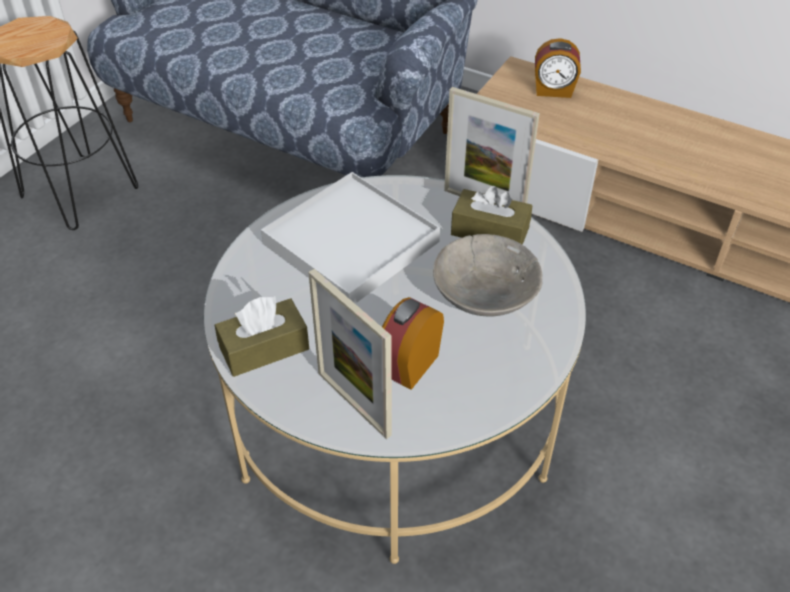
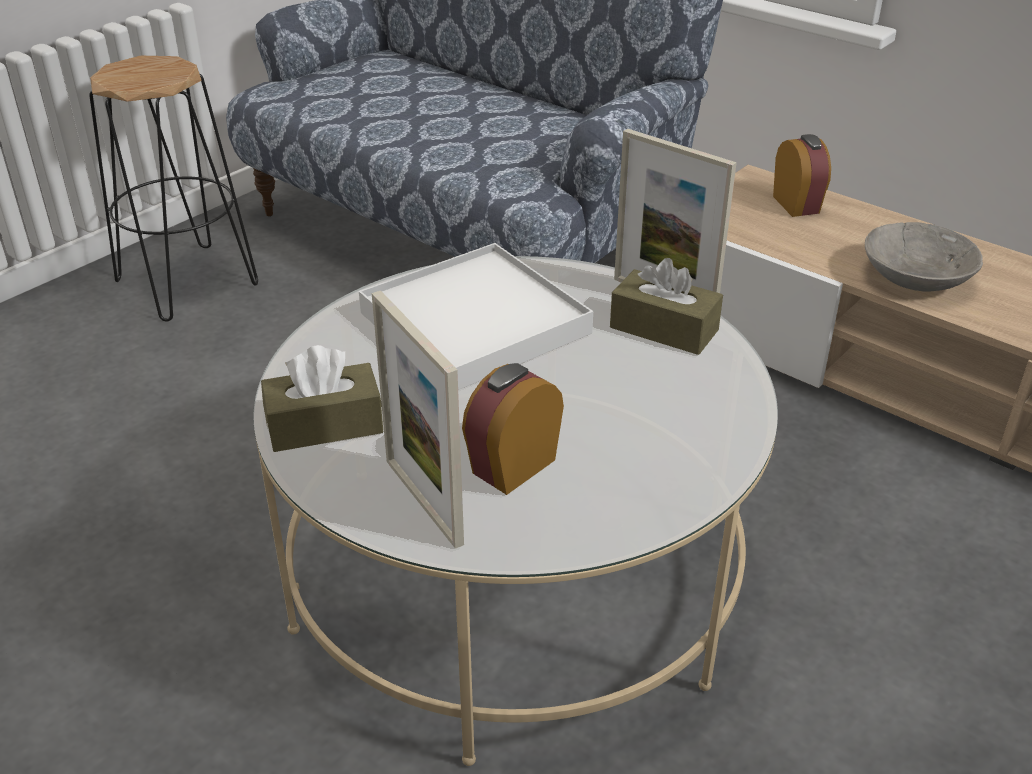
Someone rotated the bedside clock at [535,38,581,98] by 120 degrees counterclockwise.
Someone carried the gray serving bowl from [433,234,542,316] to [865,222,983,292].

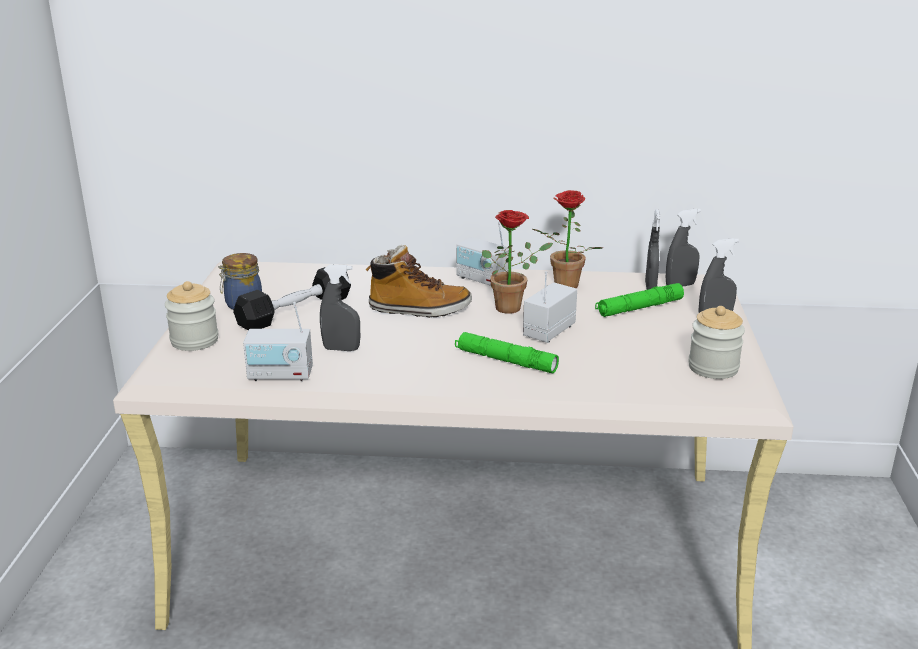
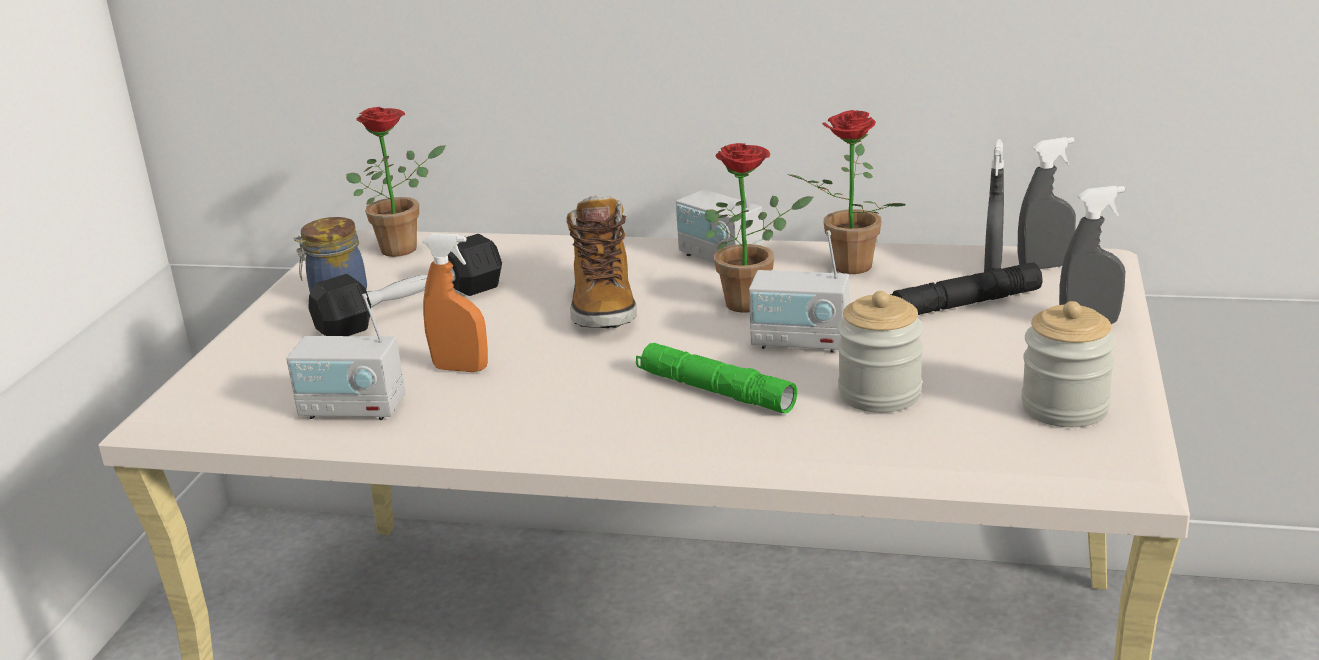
Someone put down the plant in a pot at [346,107,446,257].
Someone repainted the gray hand sprayer at [320,264,360,351], which became the orangey hand sprayer at [423,233,488,372].
Someone rotated the boot at [366,245,472,318] by 75 degrees clockwise.
Someone rotated the radio at [523,271,577,343] by 120 degrees counterclockwise.
Someone carried the storage jar from [165,281,218,351] to [837,291,924,413].
Someone repainted the green-coloured hand torch at [595,283,684,317], which became the blackish hand torch at [890,263,1043,315].

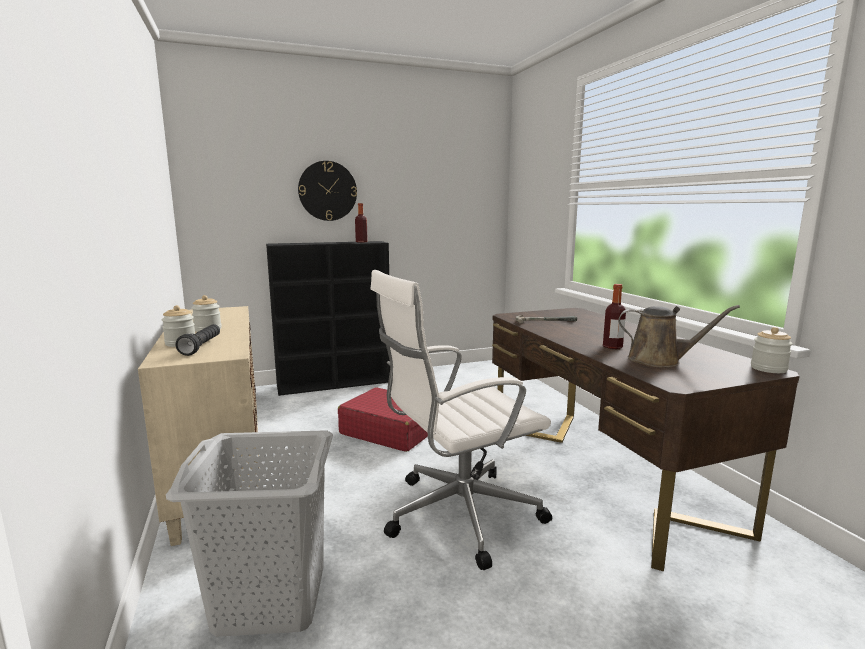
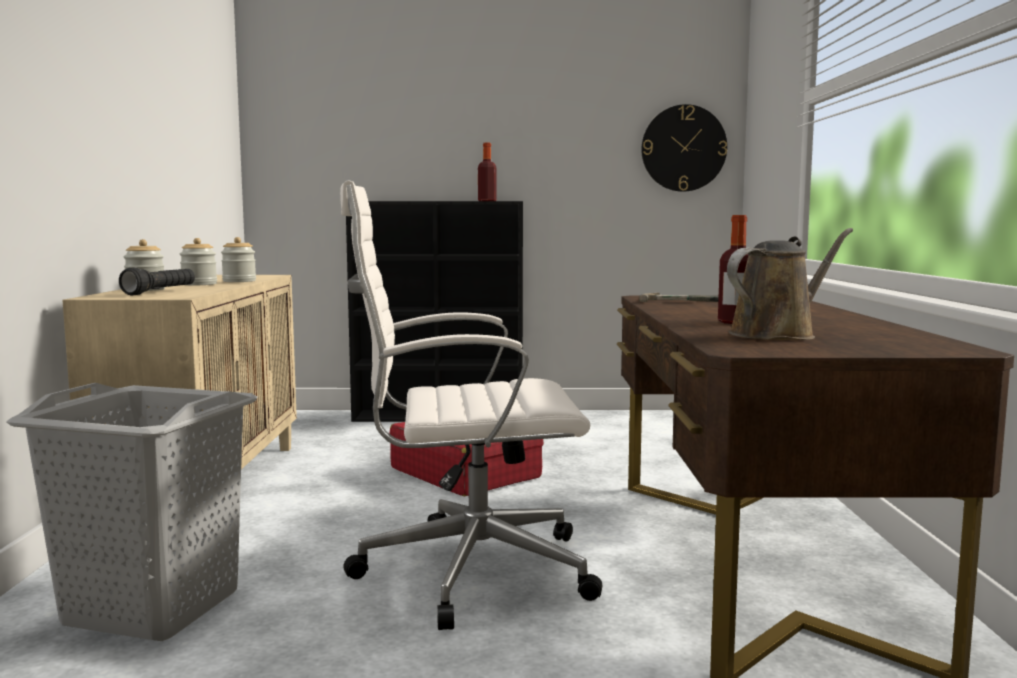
Someone carried the storage jar from [751,327,793,373] to [221,237,256,282].
Someone carried the wall clock from [298,161,357,221] to [641,104,727,192].
Someone rotated the brown sprinkling can at [618,305,740,368] by 75 degrees counterclockwise.

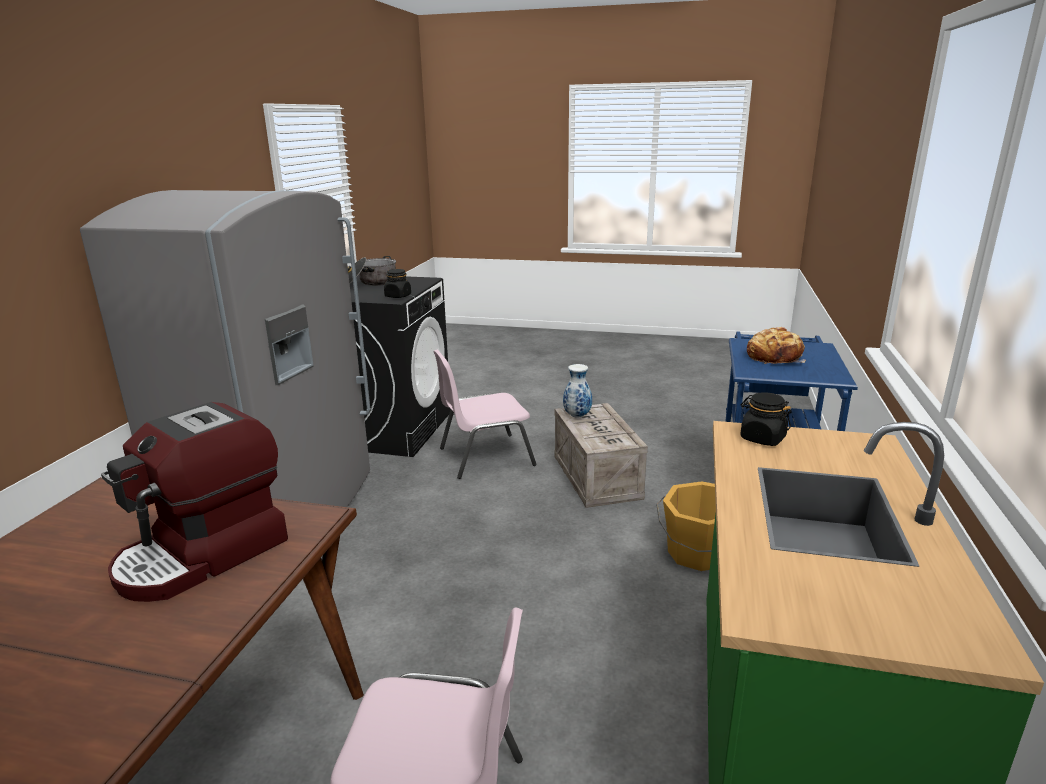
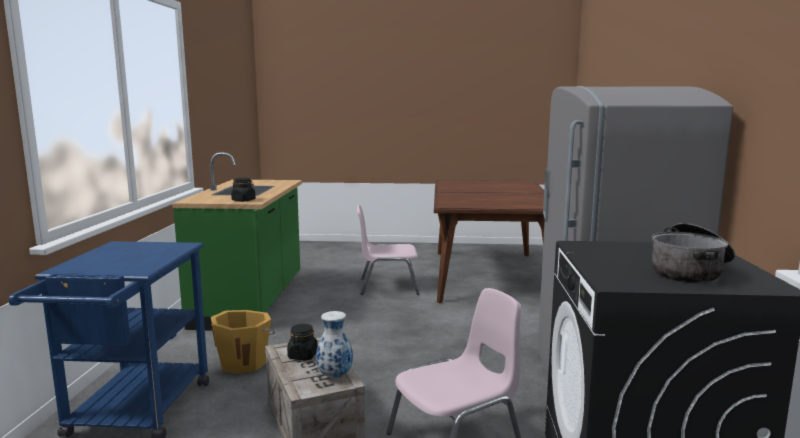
Someone carried the blackish storage jar from [384,269,411,298] to [287,324,318,360].
Someone took away the coffee machine at [101,402,288,602].
Someone took away the bread at [747,327,806,364].

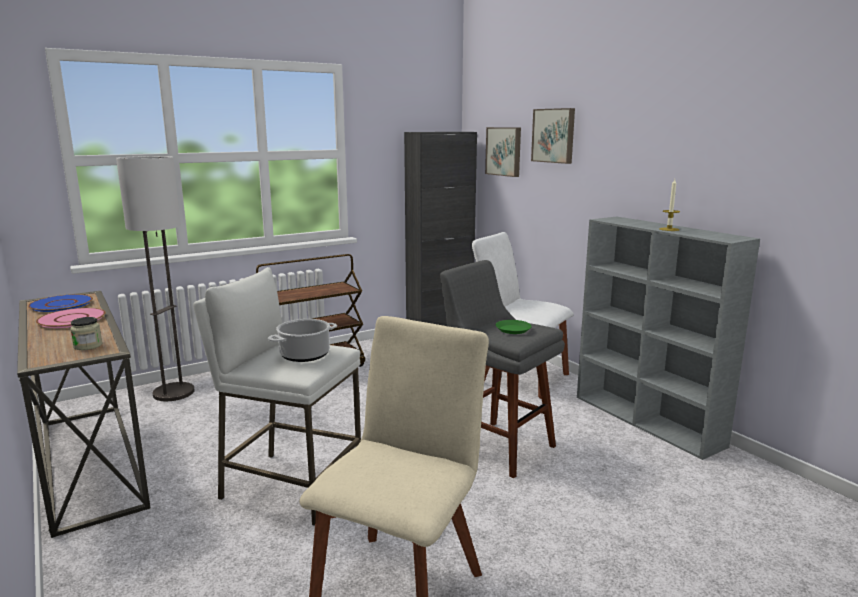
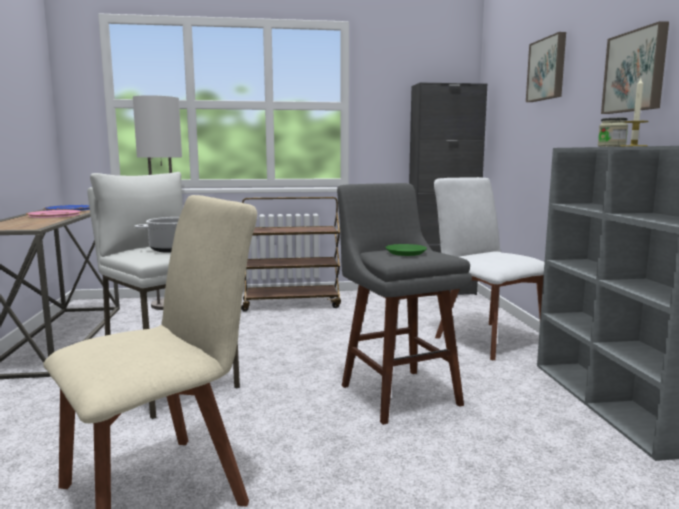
Someone carried the storage jar from [70,317,102,350] to [598,118,628,147].
Someone carried the wall art from [485,127,521,177] to [601,21,669,114].

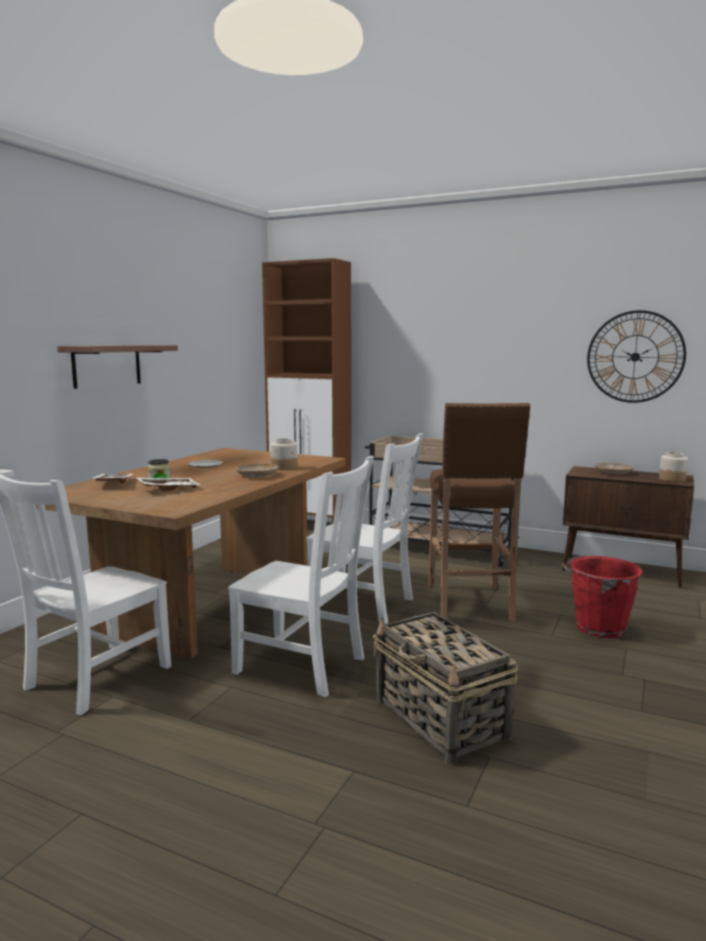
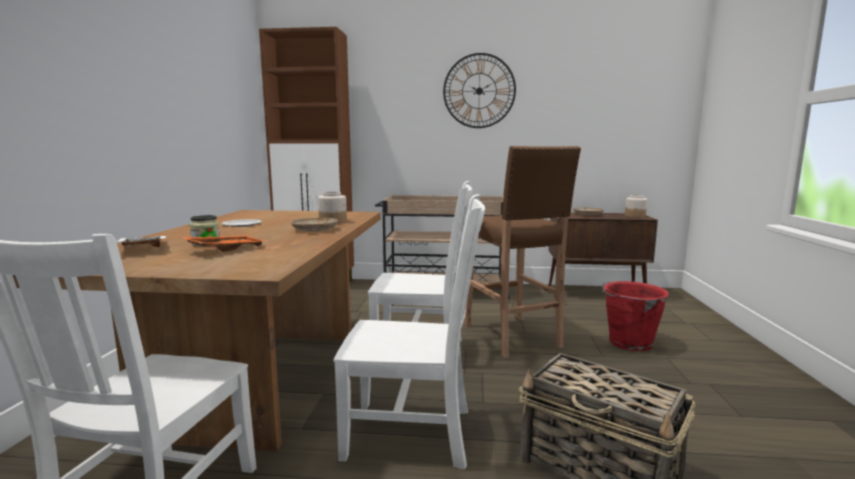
Someone repainted the whitish tray at [135,477,200,491], which became the orangey tray at [181,236,265,251].
Someone carried the wall clock from [587,310,686,403] to [443,53,516,128].
Someone took away the wall shelf at [57,345,178,389].

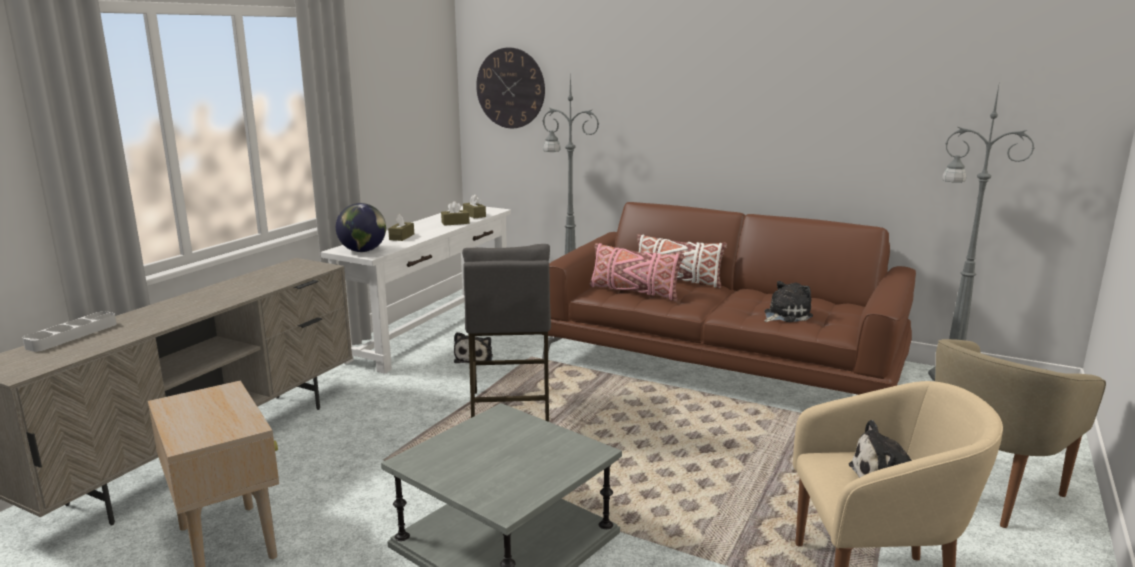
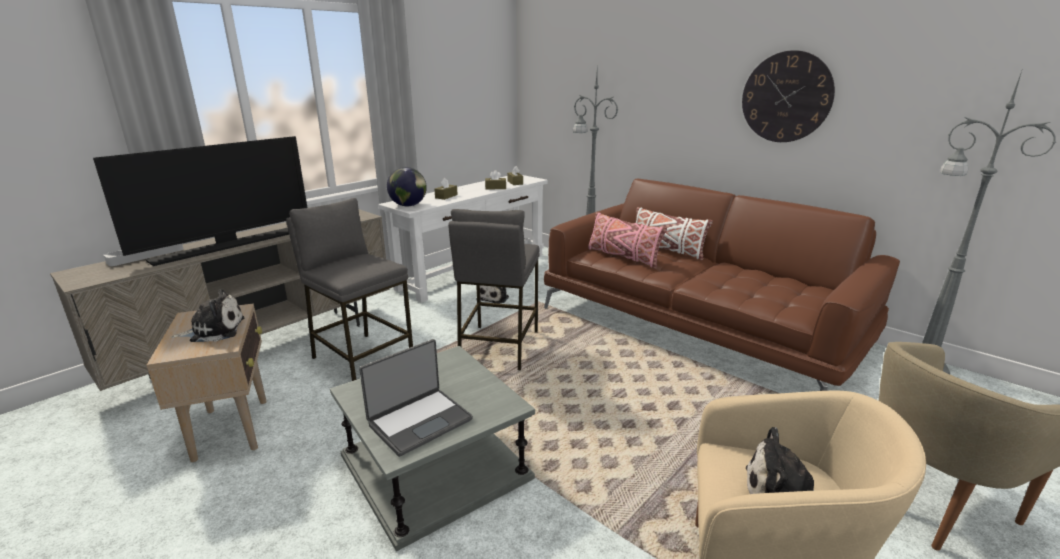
Someone put down the TV set at [93,136,307,266].
Someone carried the cuddly toy from [764,281,813,322] to [171,289,245,342].
Someone put down the gray stool at [286,198,413,381].
Someone put down the notebook computer at [359,339,473,457].
Someone carried the wall clock from [476,48,545,128] to [742,50,835,142].

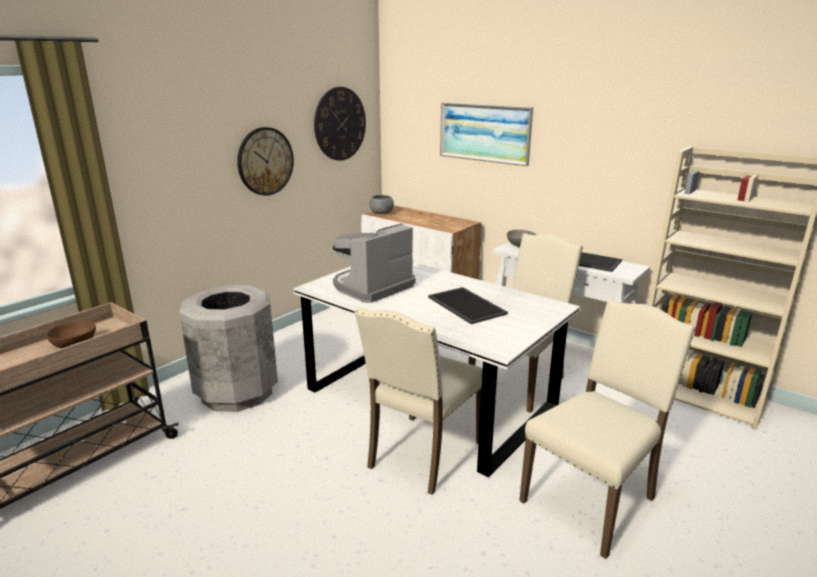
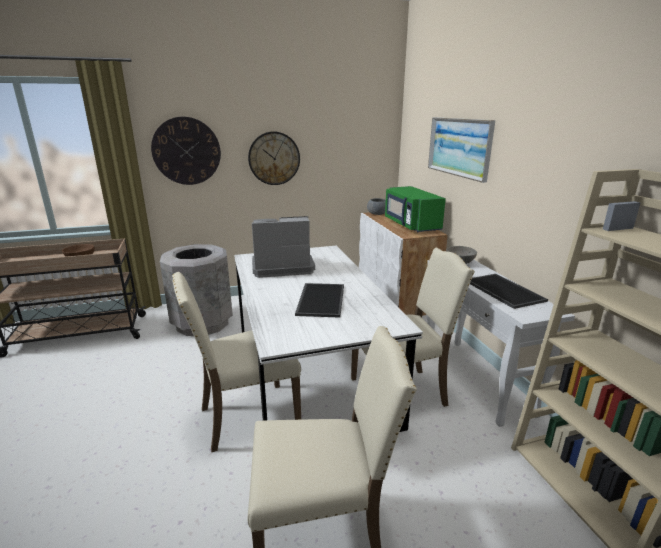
Someone carried the wall clock from [314,87,366,161] to [151,117,221,185].
Someone put down the green-coloured microwave at [385,186,446,232].

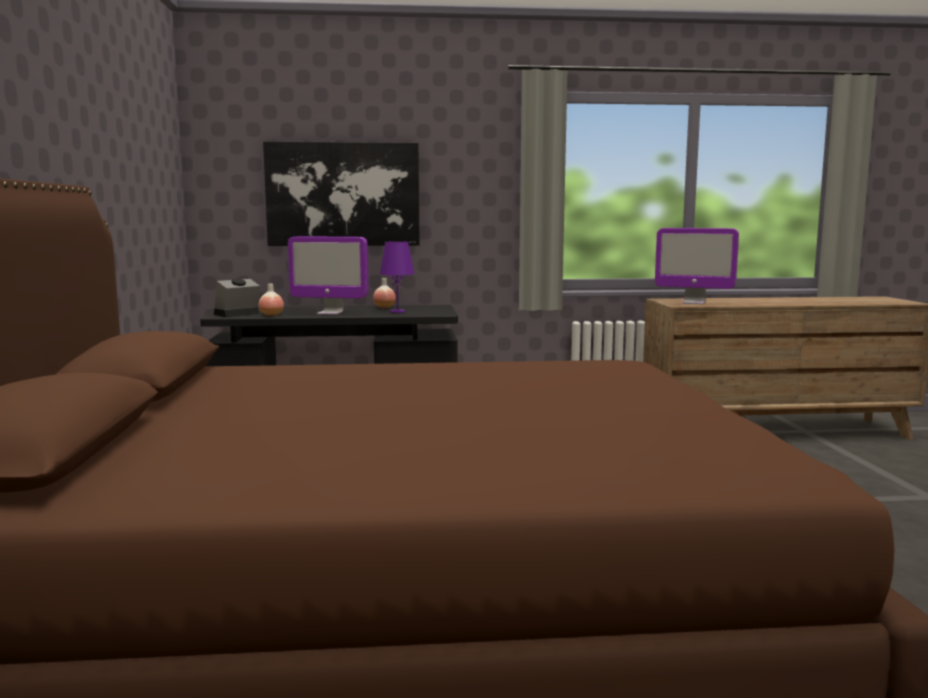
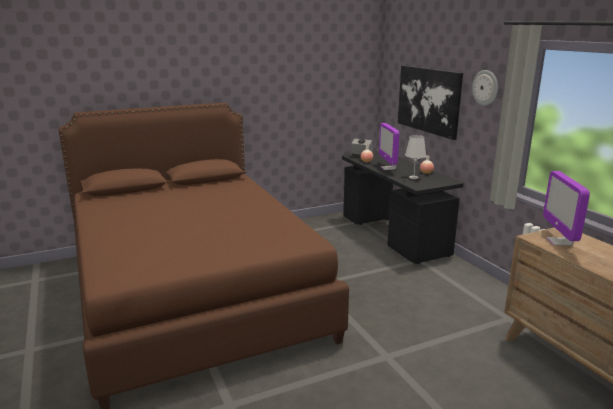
Someone repainted the purplish tabletop lamp at [380,242,414,313], which became the whitish tabletop lamp at [405,135,426,179].
Someone put up the wall clock at [472,70,498,106].

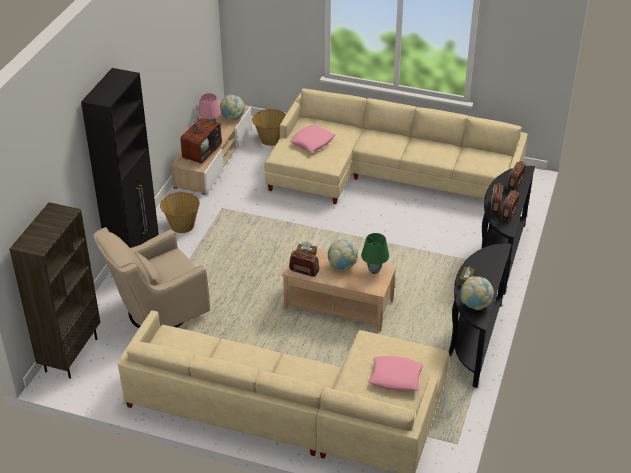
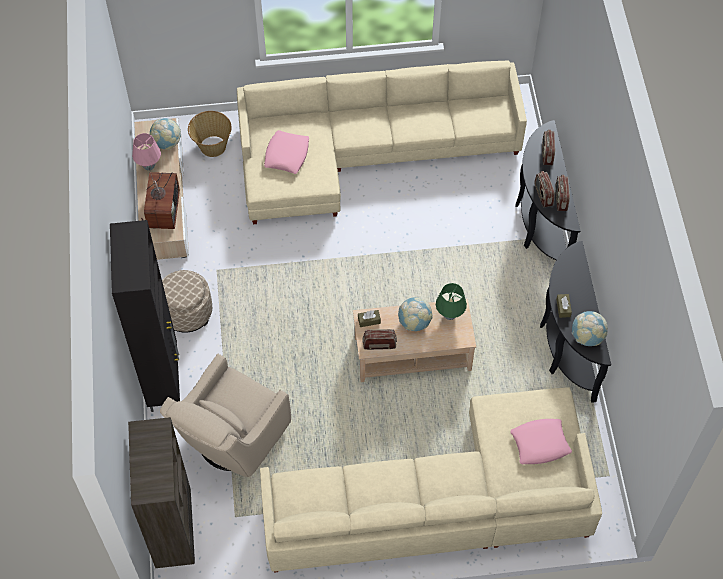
Someone swapped the storage basket at [160,192,200,233] for the beige-coloured ottoman at [162,270,212,333].

